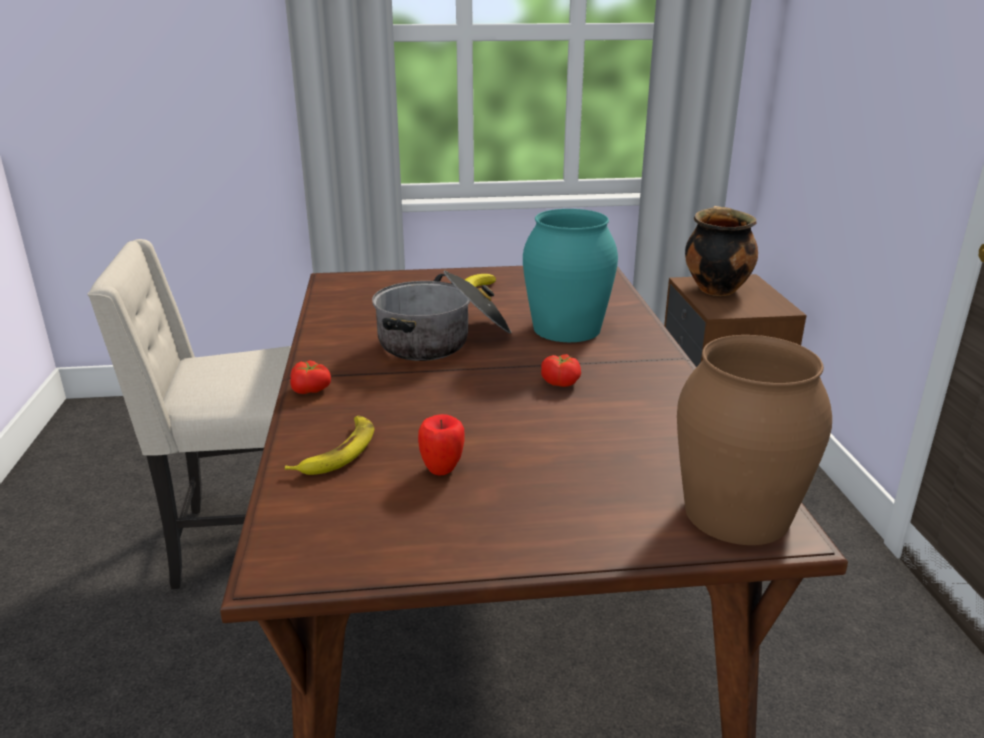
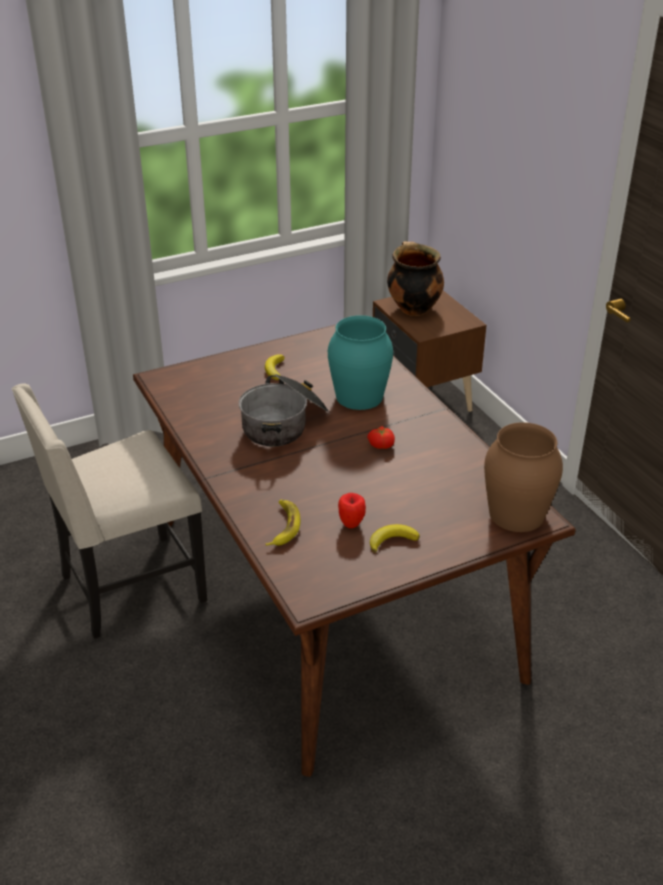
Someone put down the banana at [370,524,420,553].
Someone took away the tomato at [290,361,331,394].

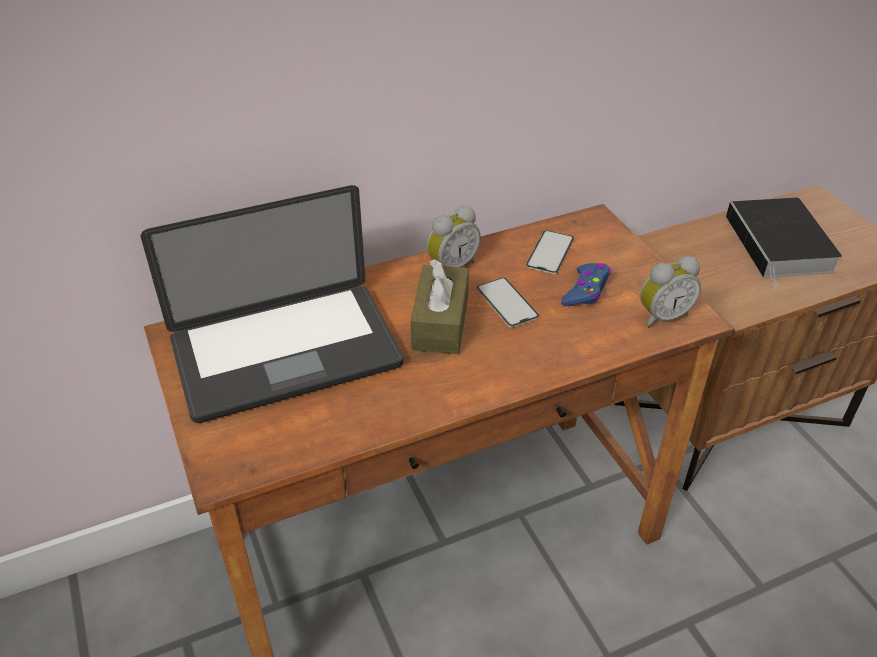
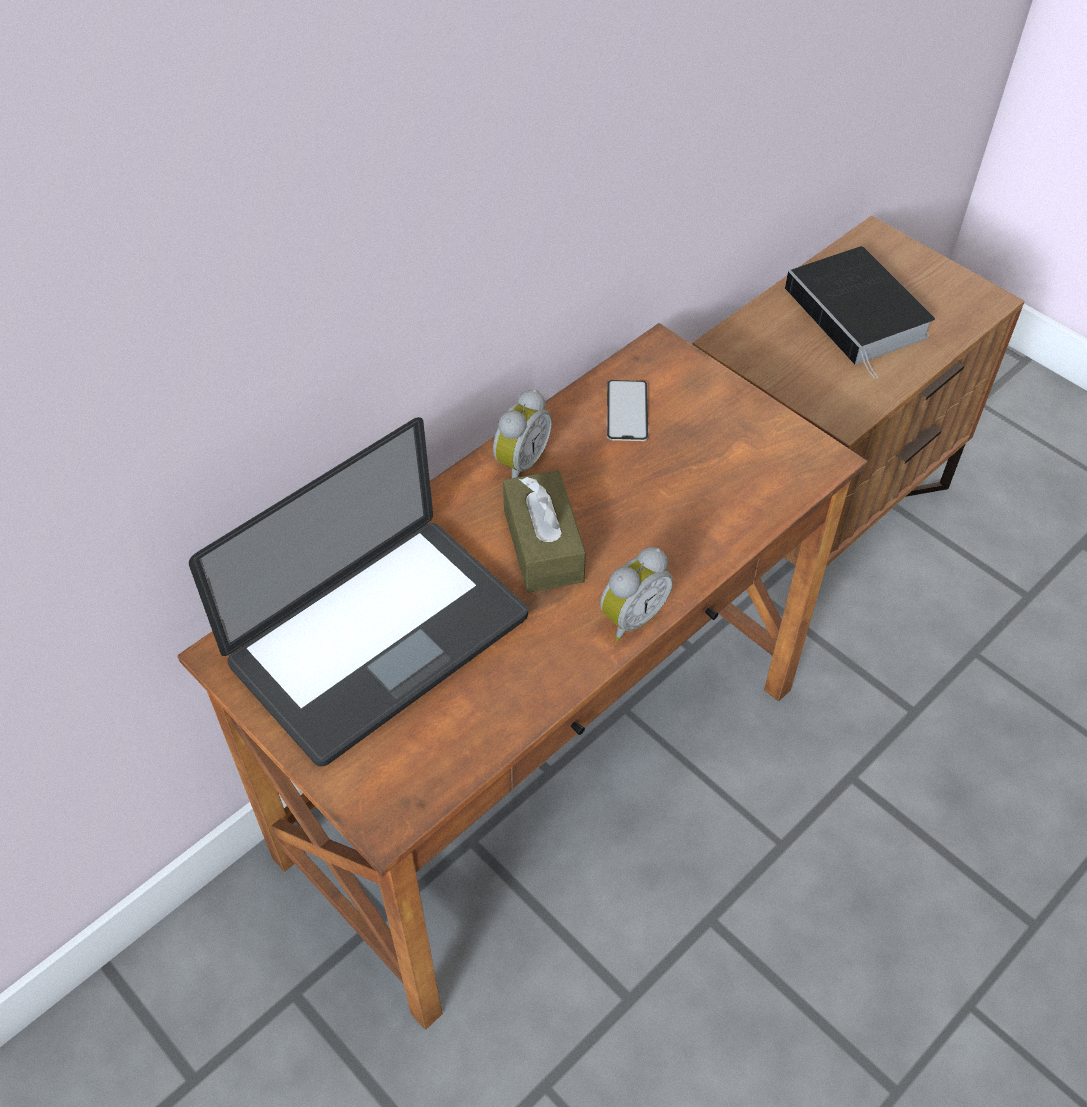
Someone carried the bedside clock from [640,256,701,328] to [600,547,673,641].
Someone took away the telephone at [477,277,539,328].
Someone took away the blue-coloured gamepad at [561,263,611,306].

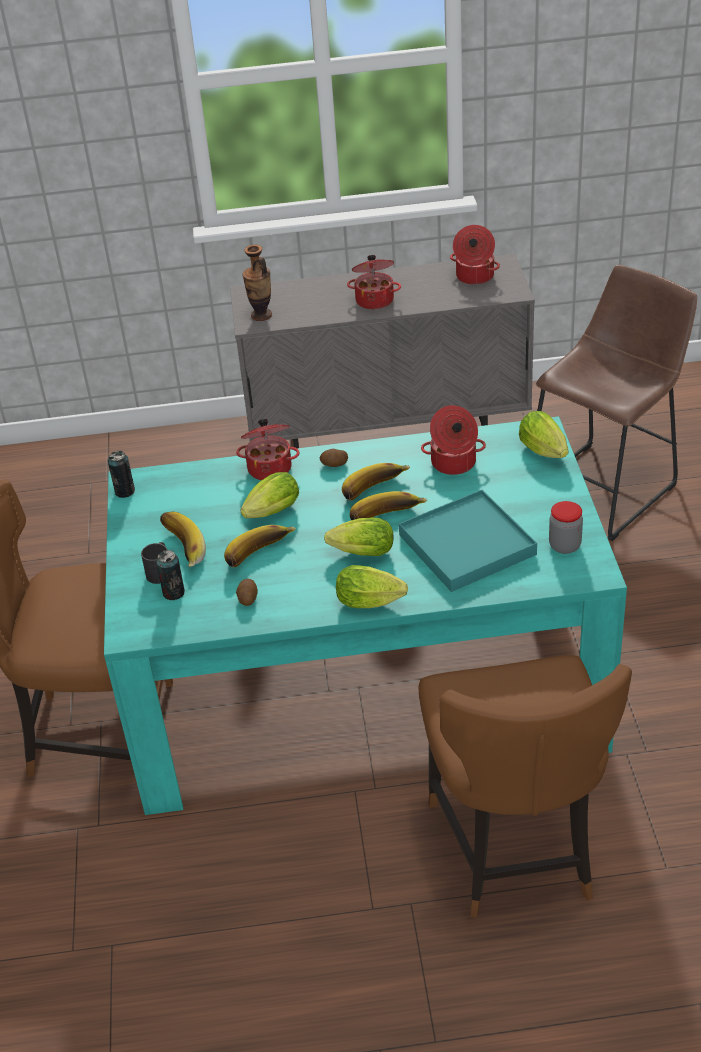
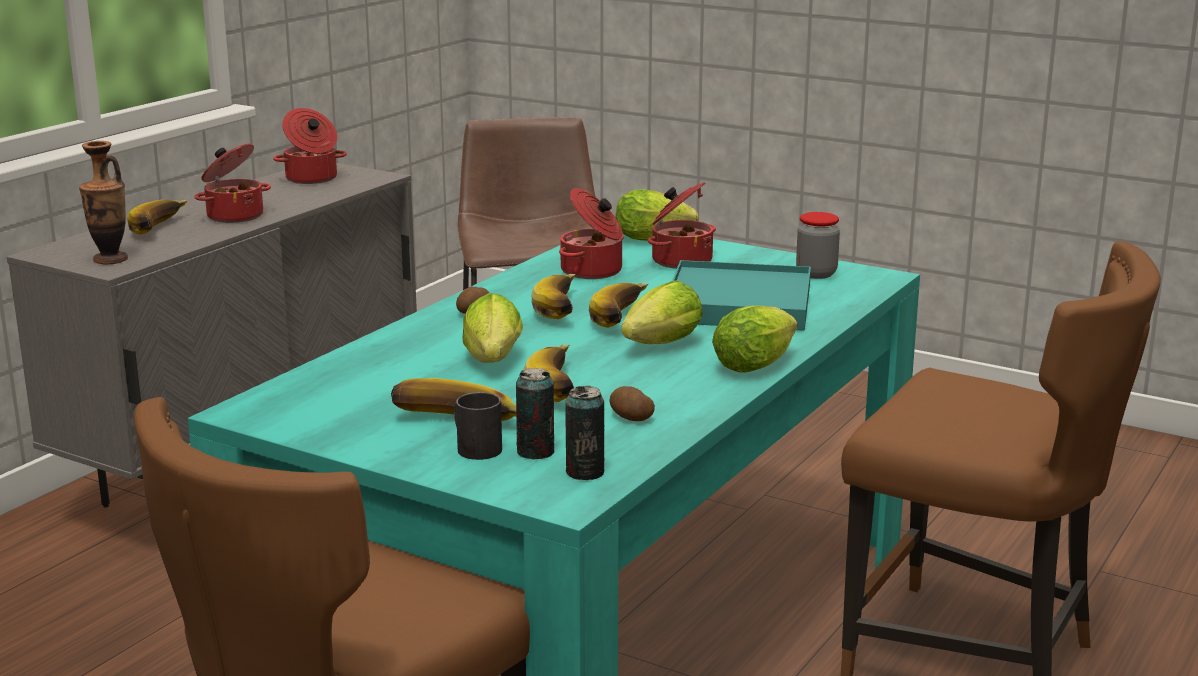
Someone put down the banana at [127,200,188,235].
Someone carried the sealed can from [108,451,135,498] to [565,386,605,480].
Someone carried the saucepot from [236,419,300,481] to [648,182,716,269].

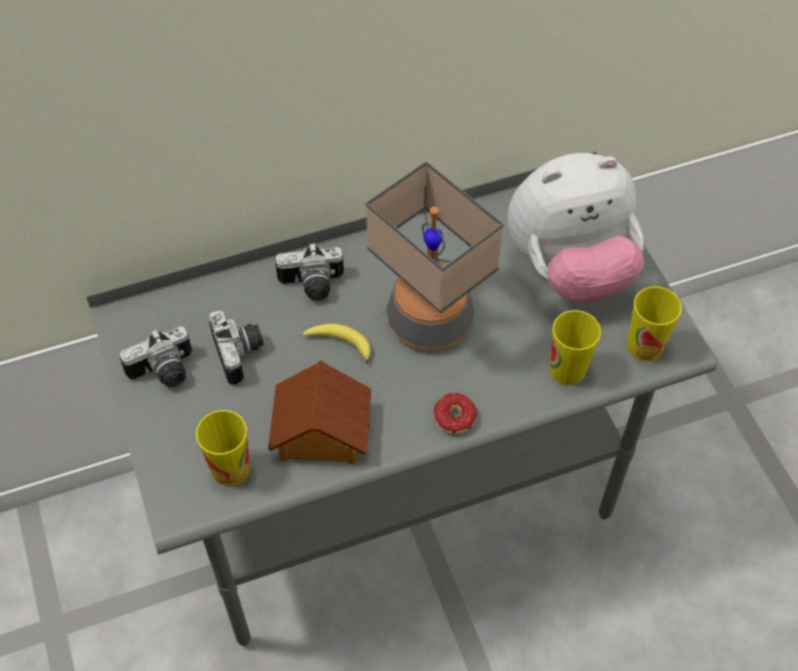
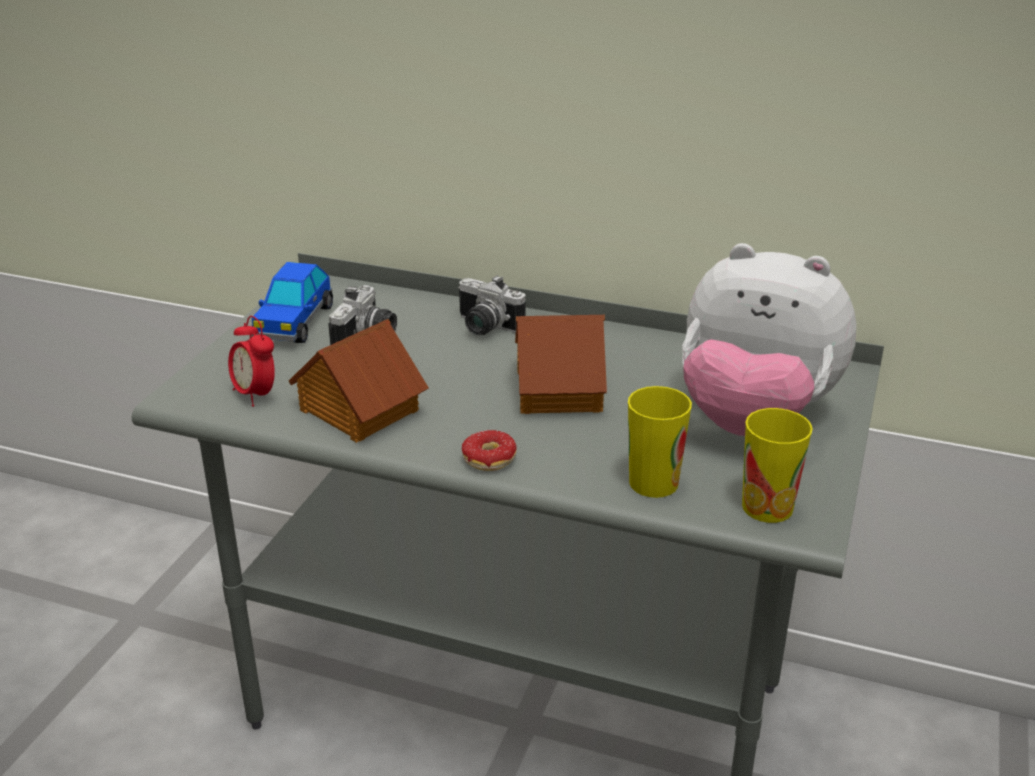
Someone swapped the cup at [196,410,250,486] for the bedside clock at [228,316,275,407].
Someone swapped the still camera at [119,326,192,387] for the toy car at [251,262,333,343].
Someone swapped the tabletop lamp at [366,161,504,350] for the miniature house at [515,315,607,414].
Someone took away the banana at [303,324,371,364].

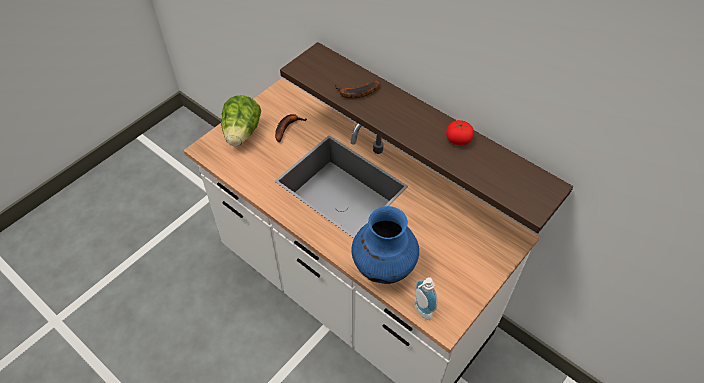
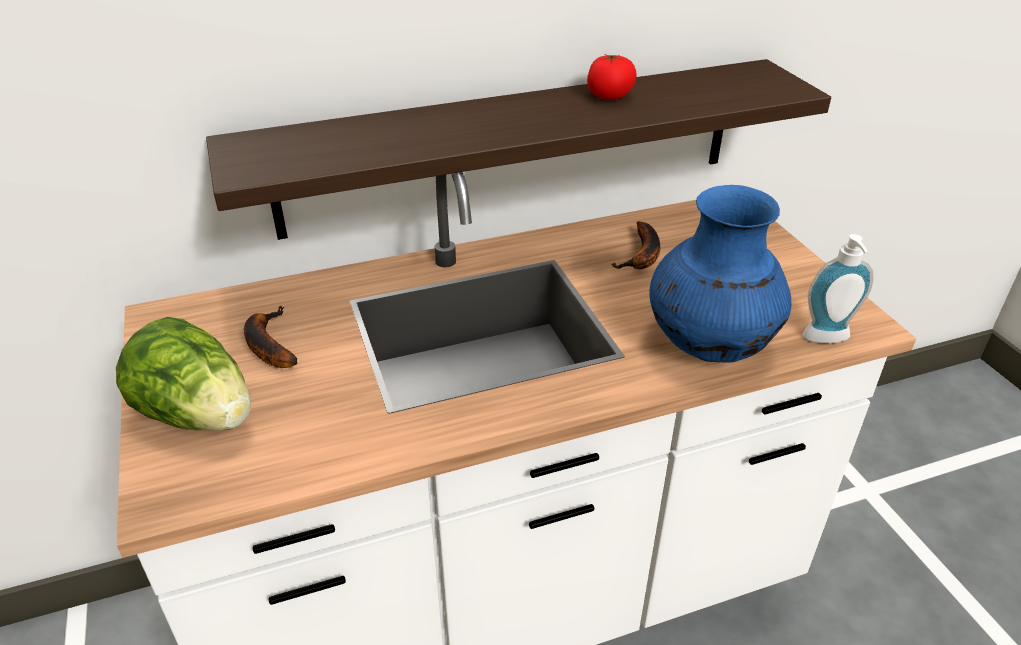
Someone carried the banana from [335,80,380,98] to [611,221,660,269].

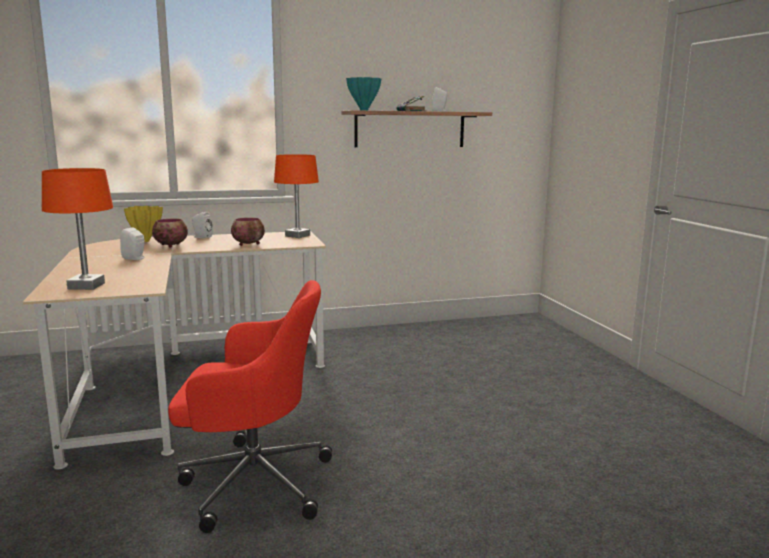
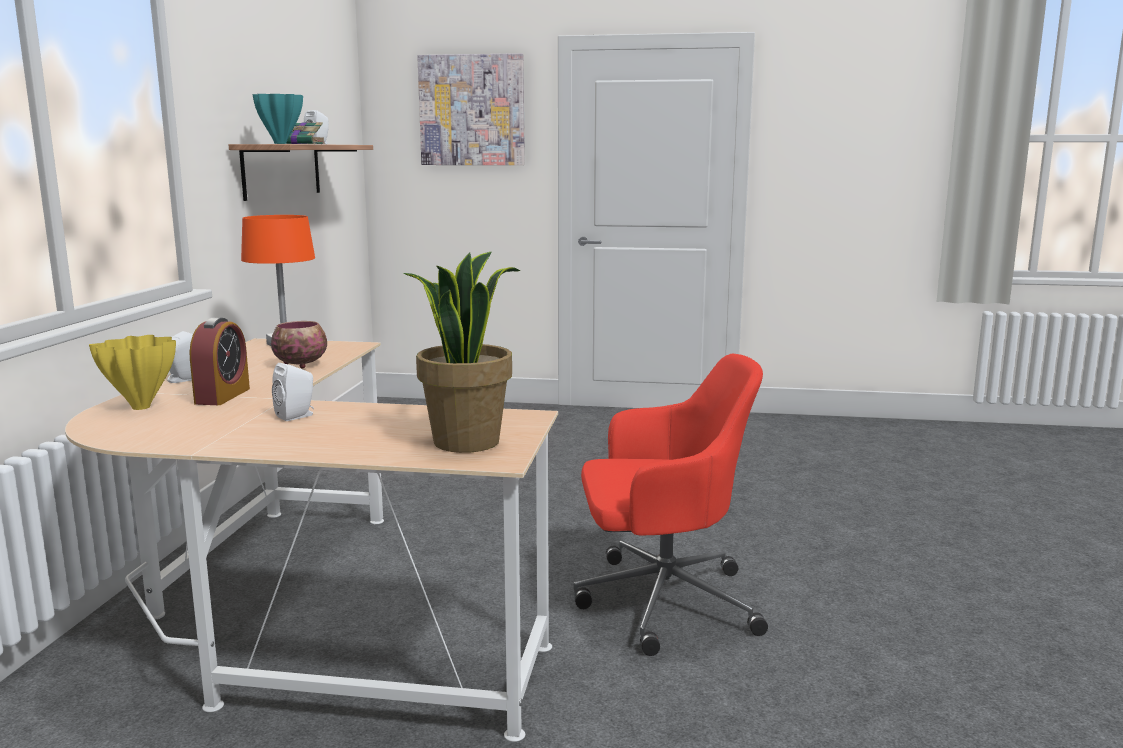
Someone swapped the serving bowl at [152,218,188,248] for the bedside clock at [190,317,250,405].
Someone swapped the orangey tabletop lamp at [42,168,113,290] for the plant in a pot at [403,252,521,453].
Someone put up the wall art at [417,53,525,165].
Someone rotated the red office chair at [168,280,332,533] by 60 degrees clockwise.

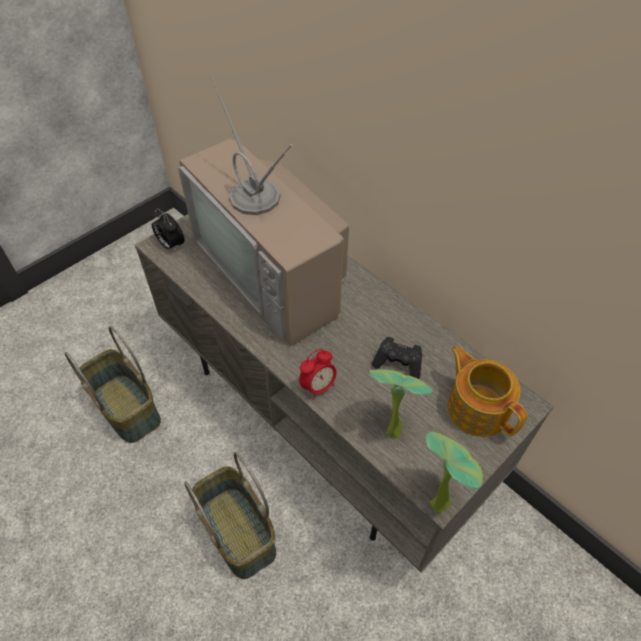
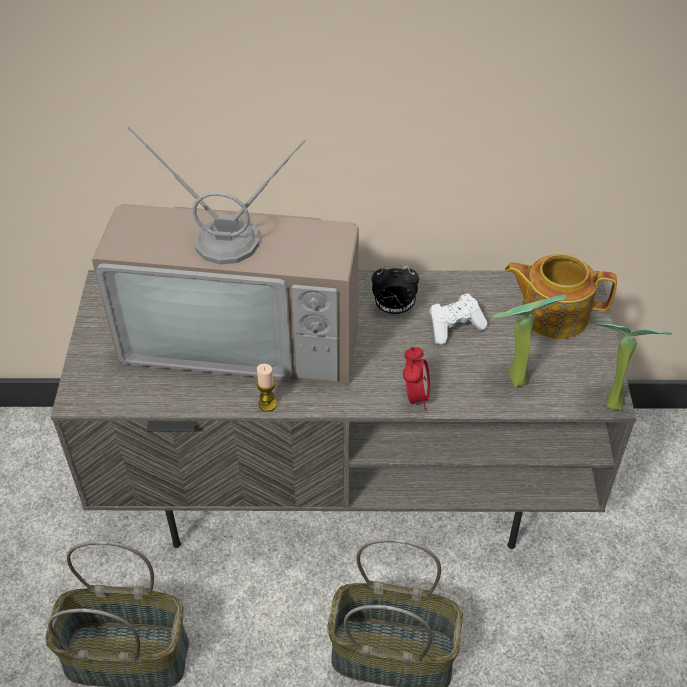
Someone put down the wax candle at [256,364,277,412].
Someone carried the bedside clock from [150,208,185,252] to [372,265,419,314].
Someone repainted the blackish gamepad at [372,337,423,379], which became the whitish gamepad at [429,294,488,345].

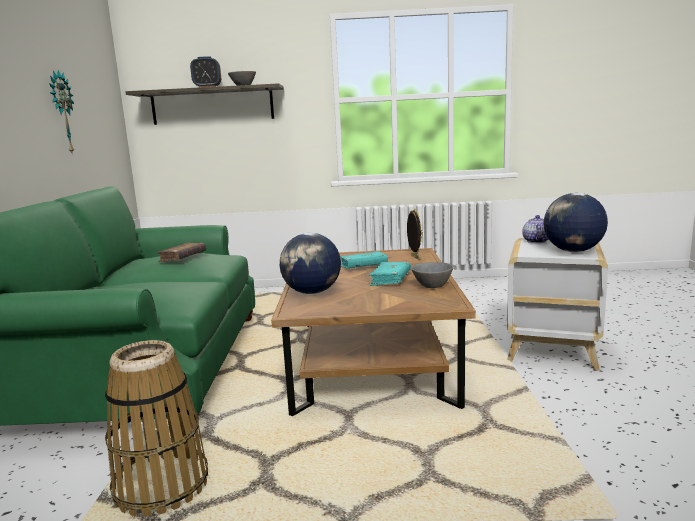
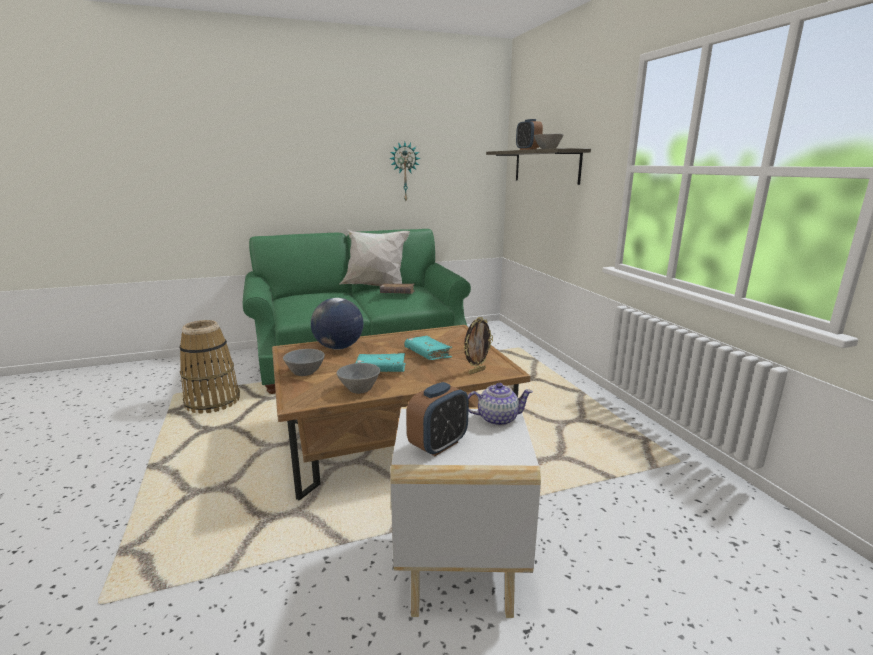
Someone put down the gray serving bowl at [283,349,325,376].
Someone put down the whitish pillow at [340,229,410,286].
Someone swapped the world globe at [544,193,608,252] for the bedside clock at [406,382,469,456].

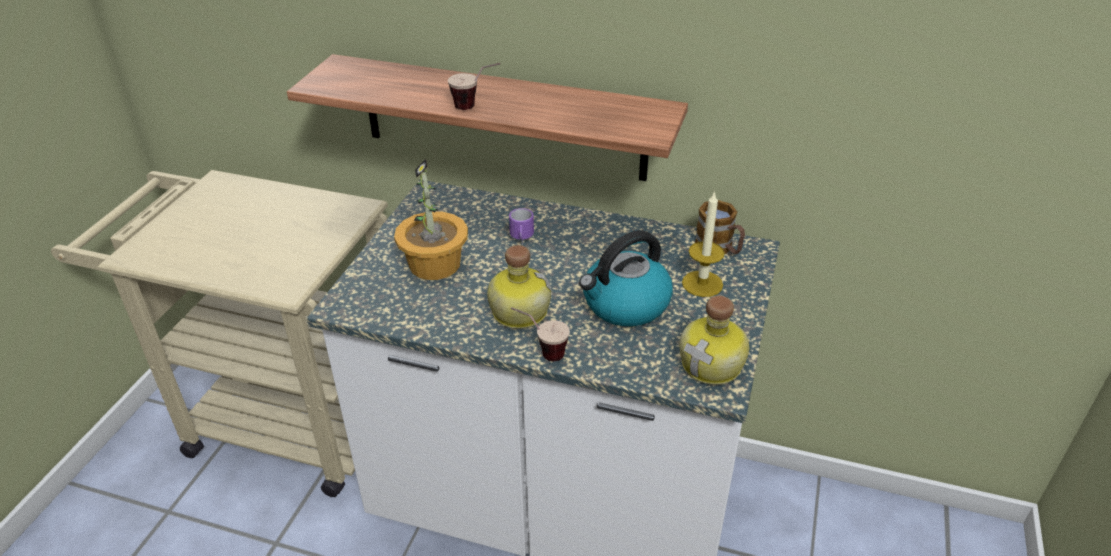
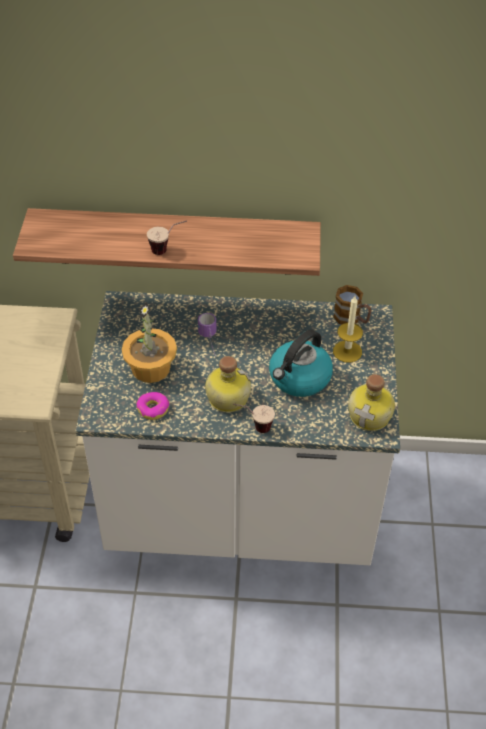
Someone put down the doughnut at [137,392,170,420].

